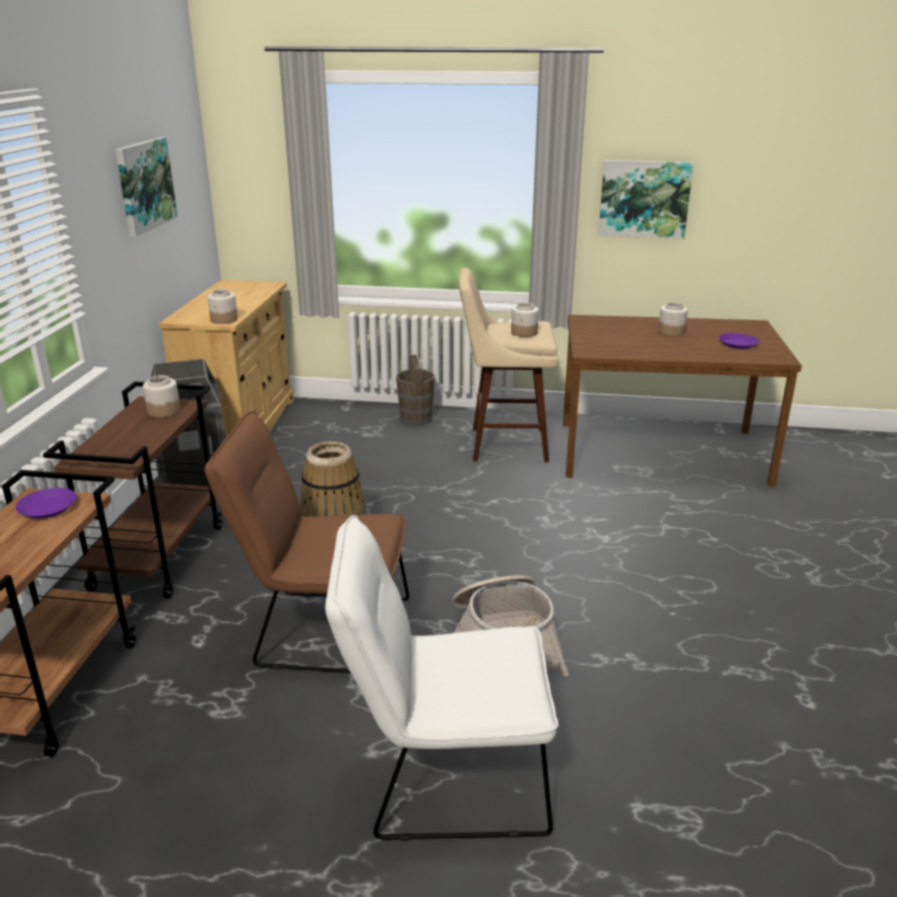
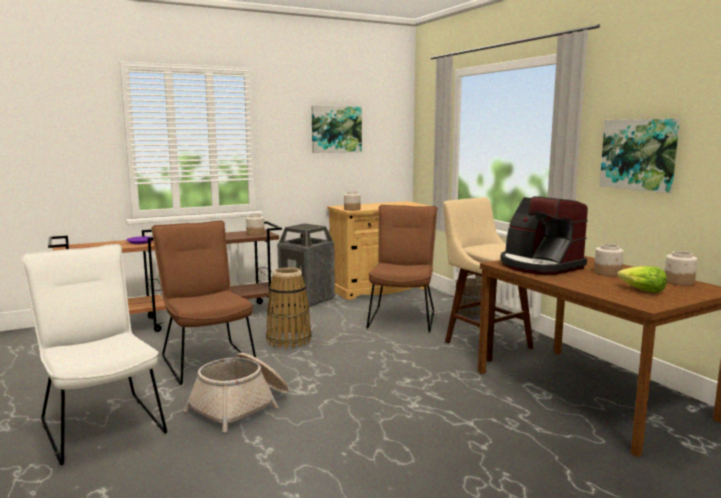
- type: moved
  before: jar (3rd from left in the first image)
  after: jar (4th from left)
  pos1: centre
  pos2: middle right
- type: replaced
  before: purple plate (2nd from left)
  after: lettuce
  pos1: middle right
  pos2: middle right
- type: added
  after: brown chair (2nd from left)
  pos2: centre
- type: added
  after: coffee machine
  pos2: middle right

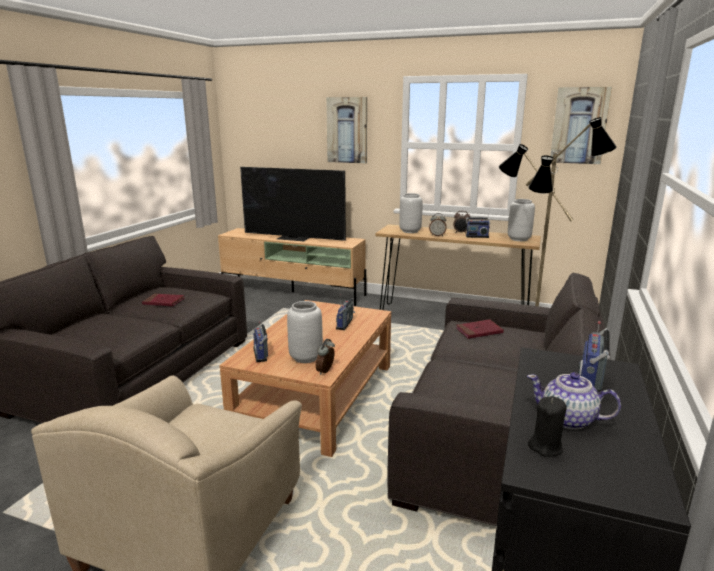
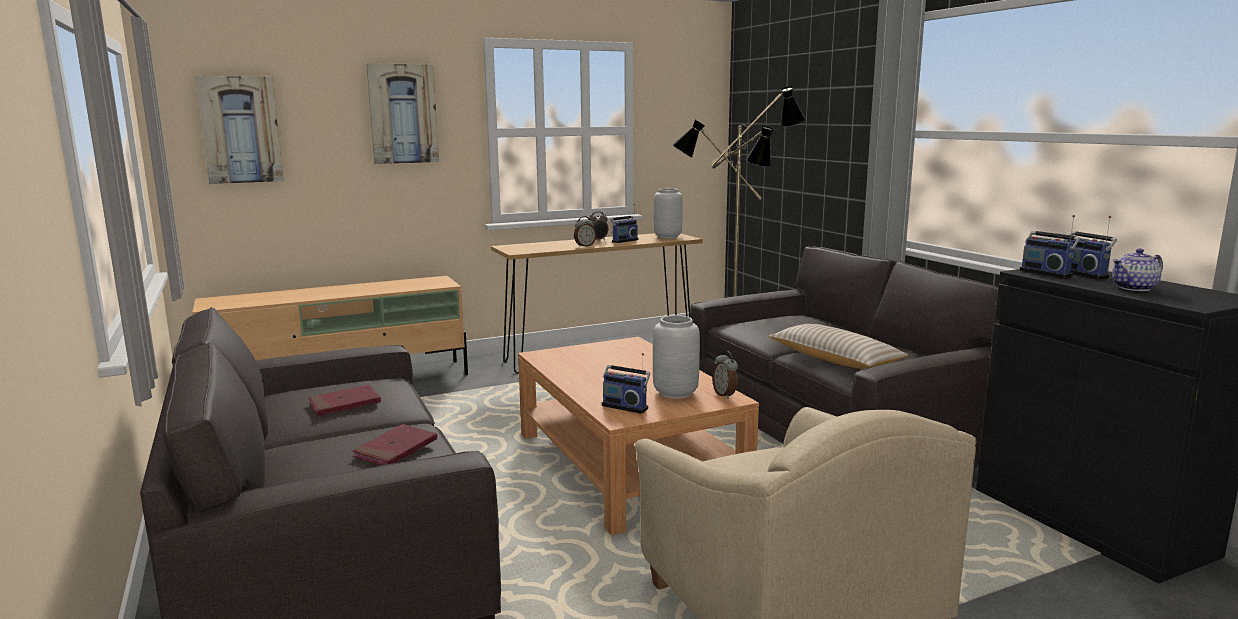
- type: removed
  before: television
  pos1: centre
- type: moved
  before: radio (2nd from left in the first image)
  after: radio (3rd from left)
  pos1: centre
  pos2: middle right
- type: removed
  before: grey vase (2nd from left)
  pos1: centre
- type: moved
  before: red book (2nd from left)
  pos1: middle right
  pos2: bottom left
- type: removed
  before: black candle
  pos1: bottom right
- type: moved
  before: picture (2nd from left in the first image)
  after: picture (1st from left)
  pos1: top right
  pos2: top left
- type: added
  after: beige pillow
  pos2: middle right

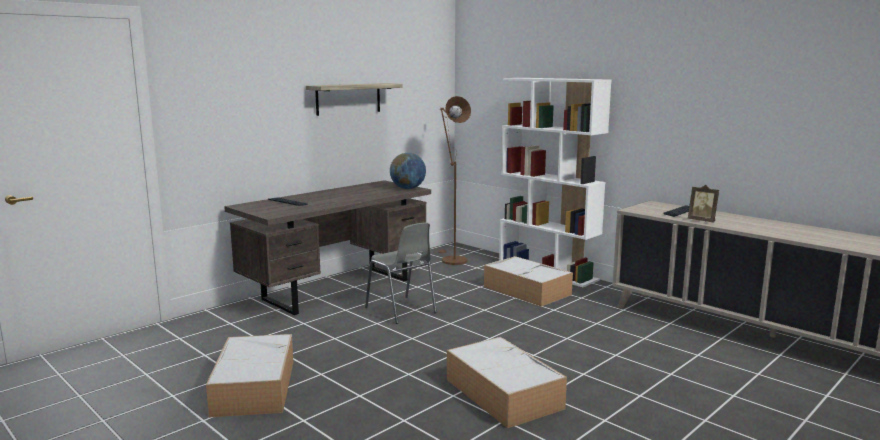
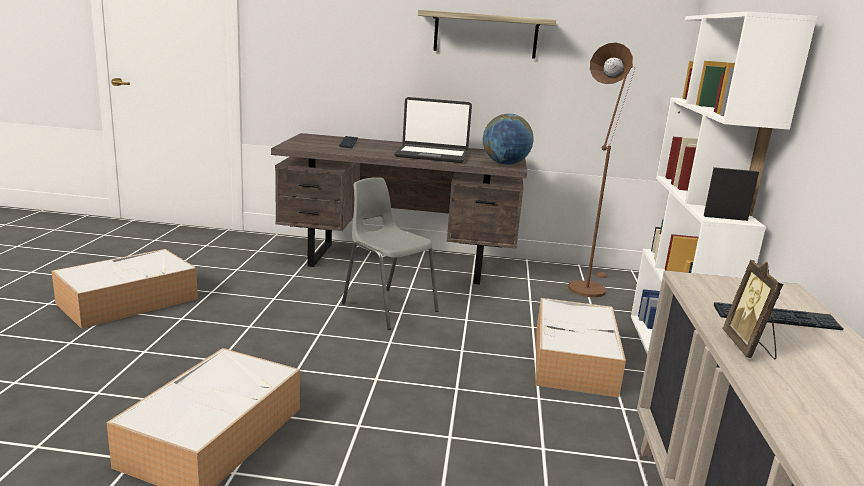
- type: turned
  before: grey chair
  pos1: centre
  pos2: centre
  turn: 120
- type: added
  after: laptop
  pos2: top centre

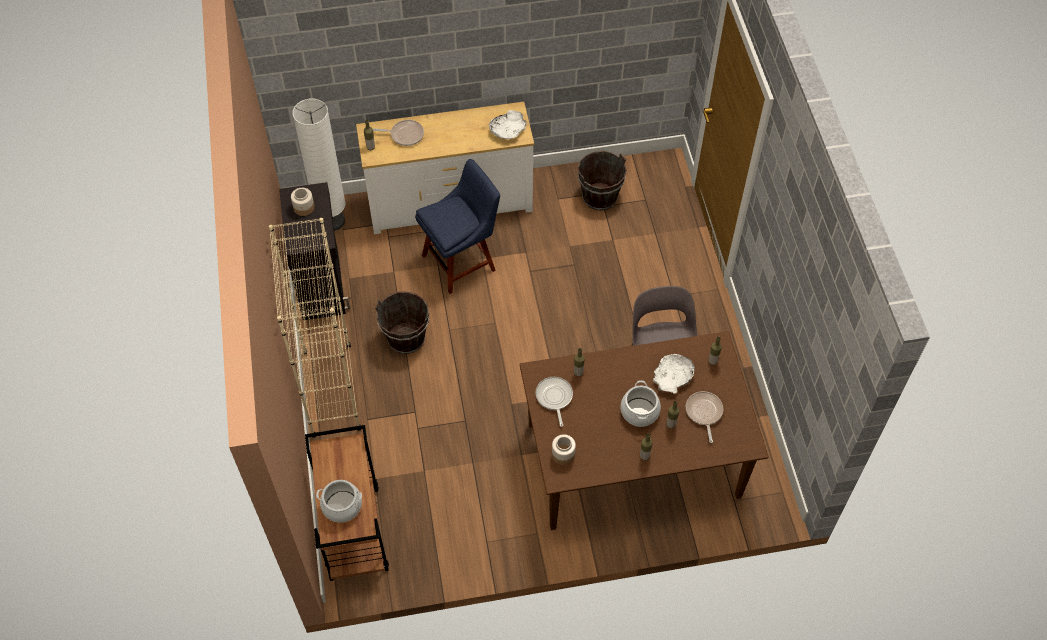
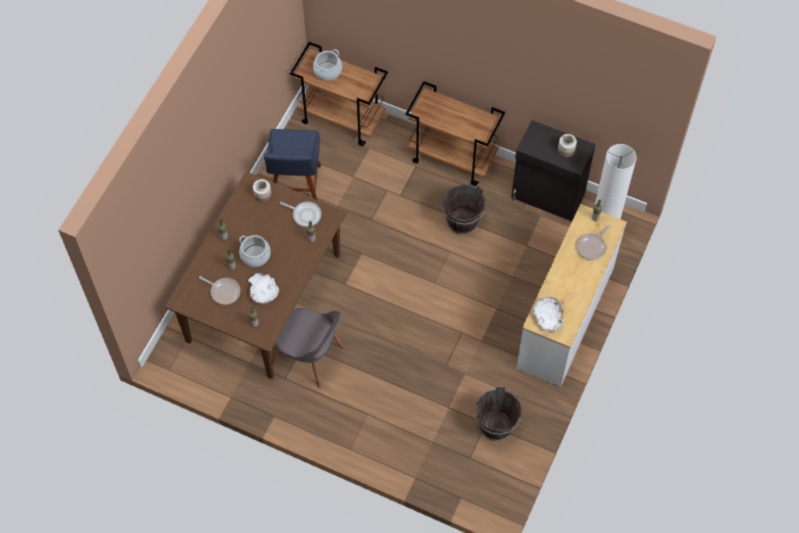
- type: replaced
  before: beige bookcase
  after: brown cart (2nd from left)
  pos1: middle left
  pos2: top centre
- type: moved
  before: blue chair
  pos1: centre
  pos2: top centre

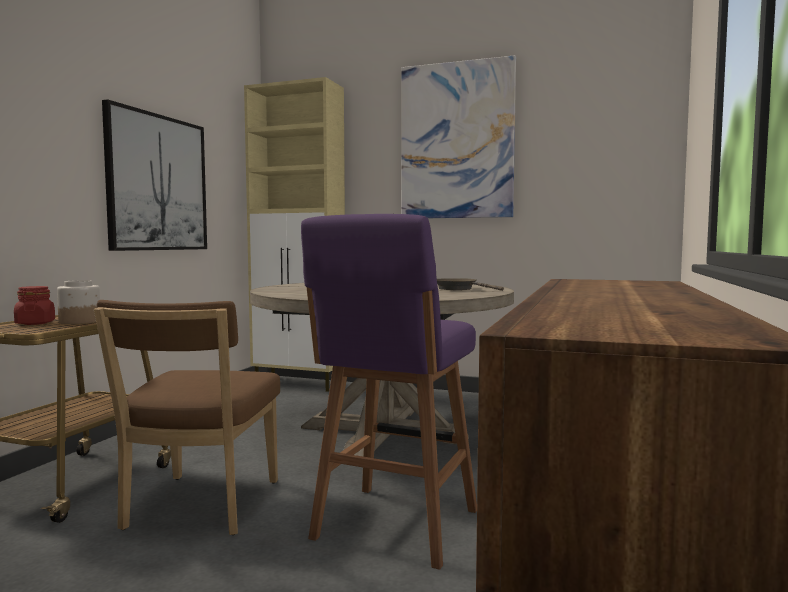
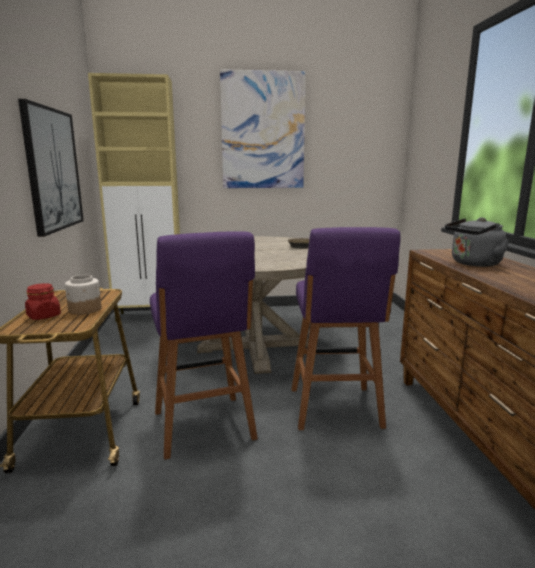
- type: replaced
  before: brown chair
  after: purple stool (1st from left)
  pos1: bottom left
  pos2: centre
- type: added
  after: grey kettle
  pos2: middle right

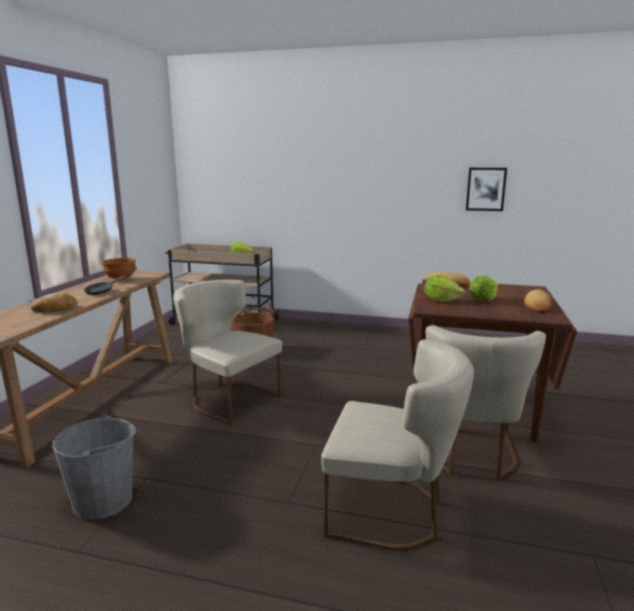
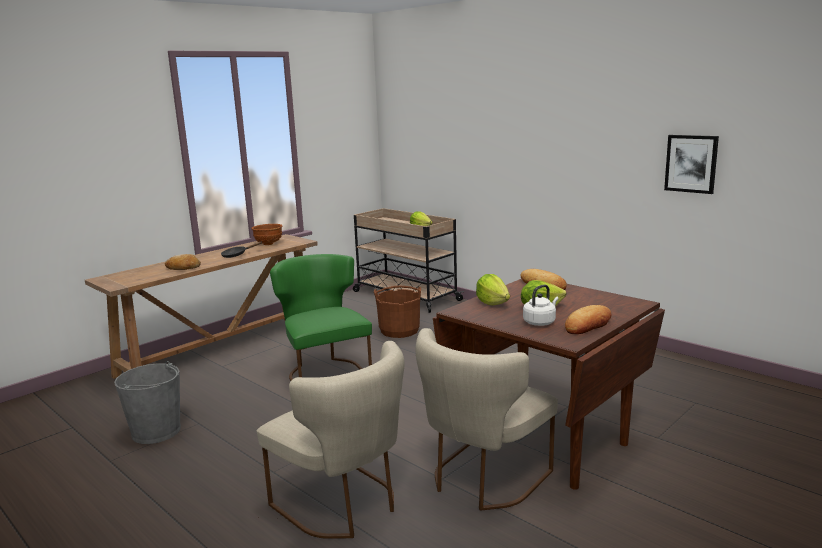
- type: recoloured
  before: beige chair (1st from left)
  after: green chair
  pos1: centre
  pos2: centre
- type: added
  after: white kettle
  pos2: centre

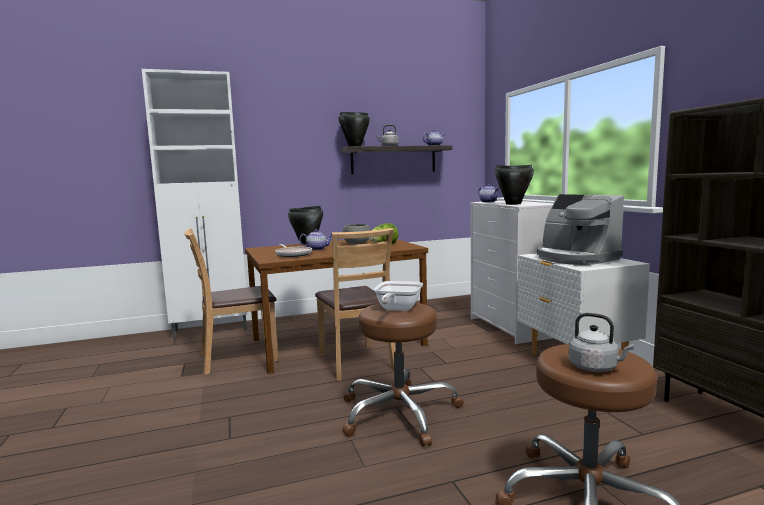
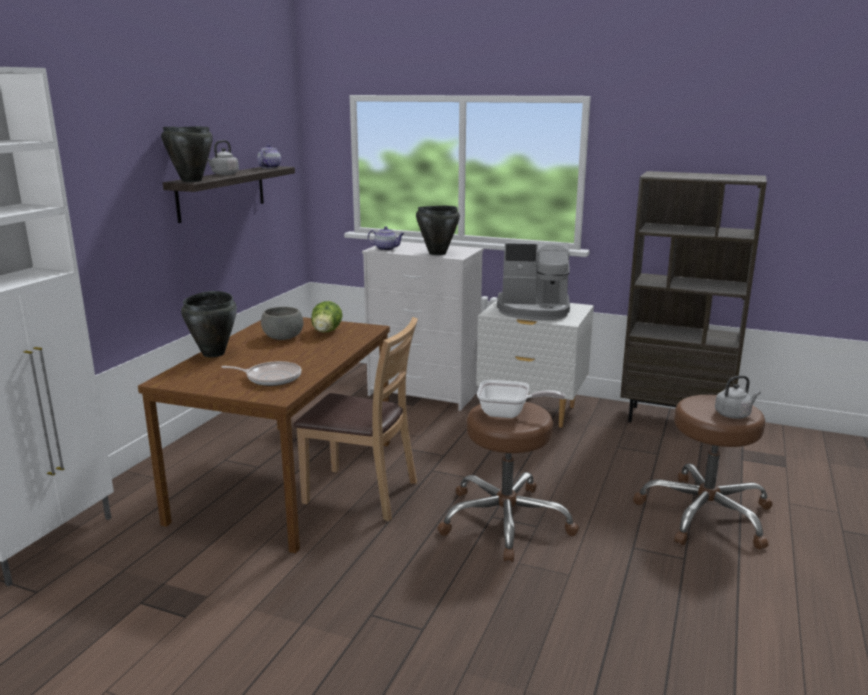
- type: removed
  before: brown chair (1st from left)
  pos1: middle left
- type: removed
  before: teapot (1st from left)
  pos1: centre
- type: turned
  before: frying pan (2nd from left)
  pos1: centre
  pos2: centre
  turn: -45

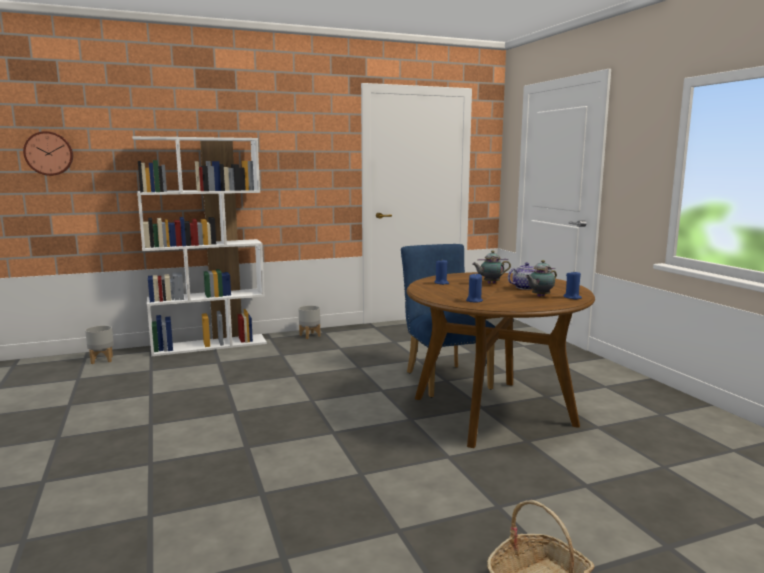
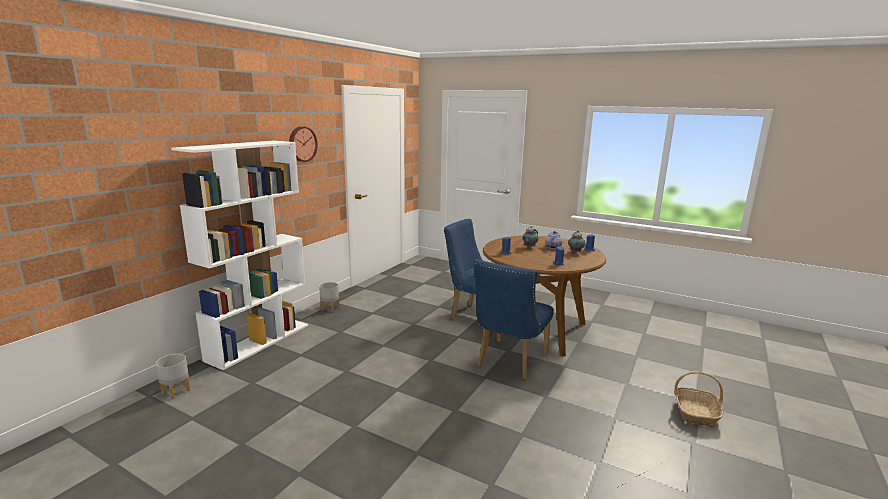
- type: moved
  before: wall clock
  pos1: top left
  pos2: top centre
- type: added
  after: blue chair (2nd from left)
  pos2: centre

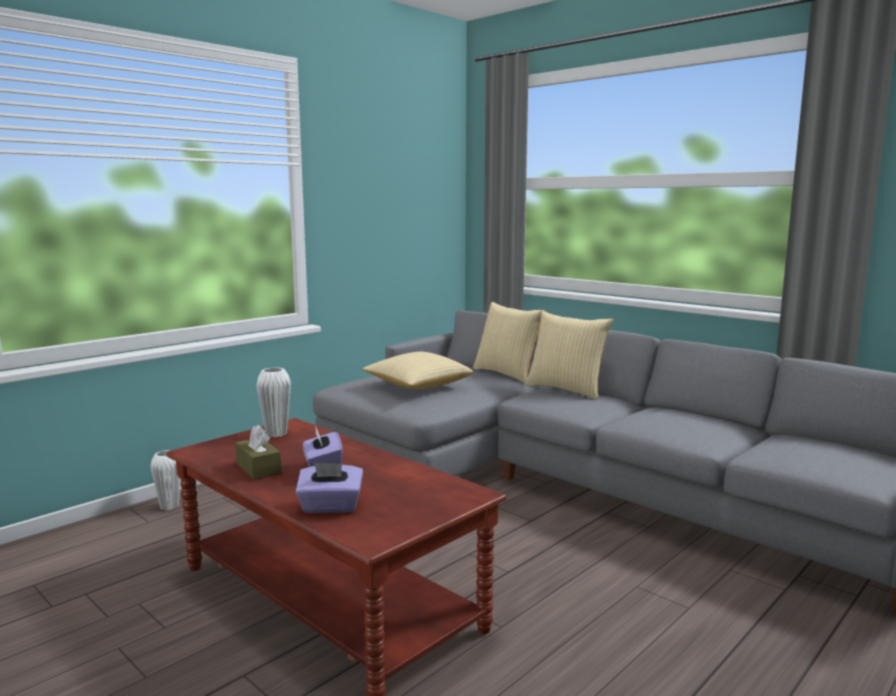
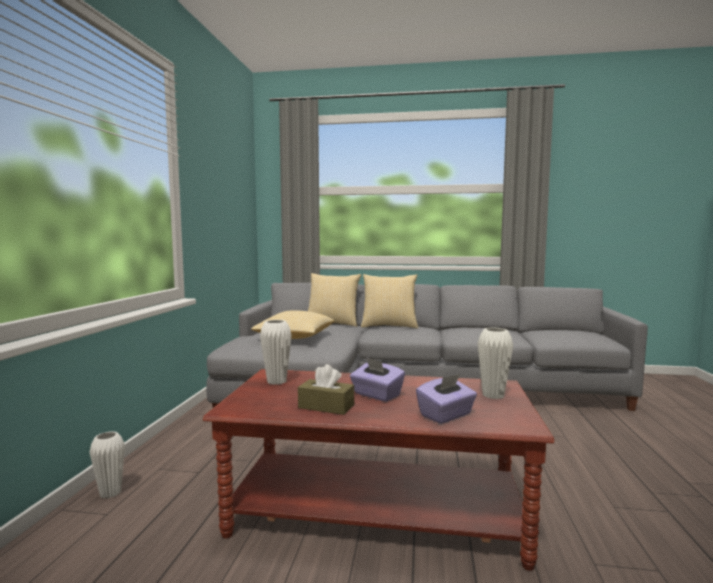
- type: added
  after: white vase (3rd from left)
  pos2: middle right

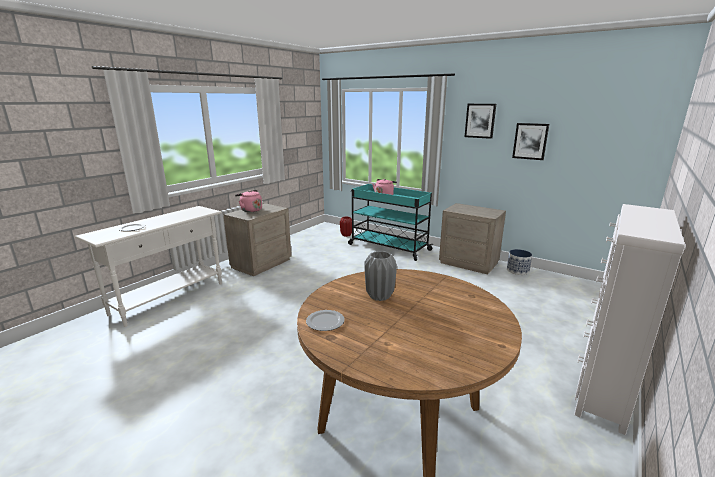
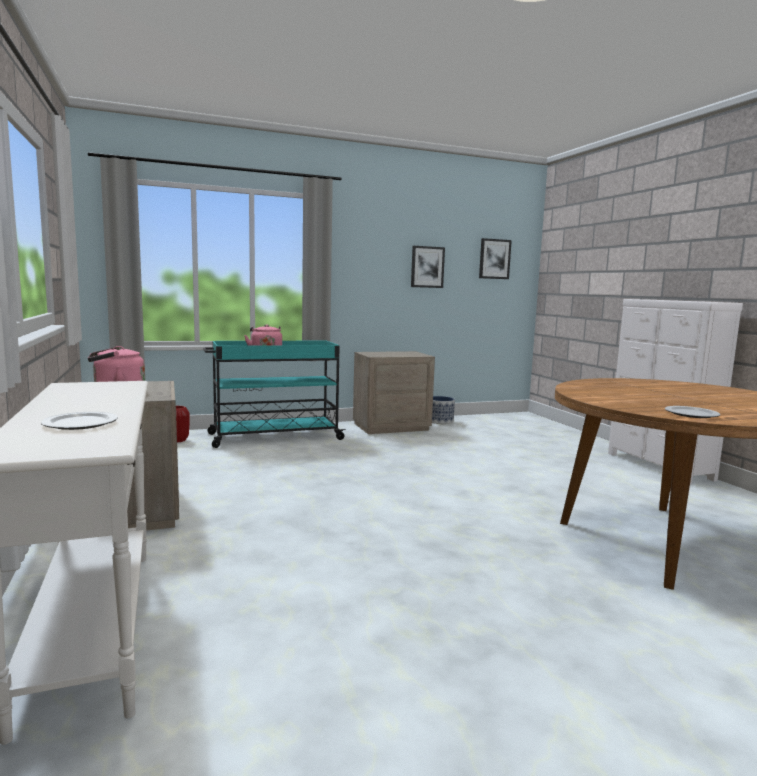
- type: removed
  before: grey vase
  pos1: centre
- type: moved
  before: picture (1st from left in the first image)
  after: picture (2nd from left)
  pos1: top right
  pos2: top centre

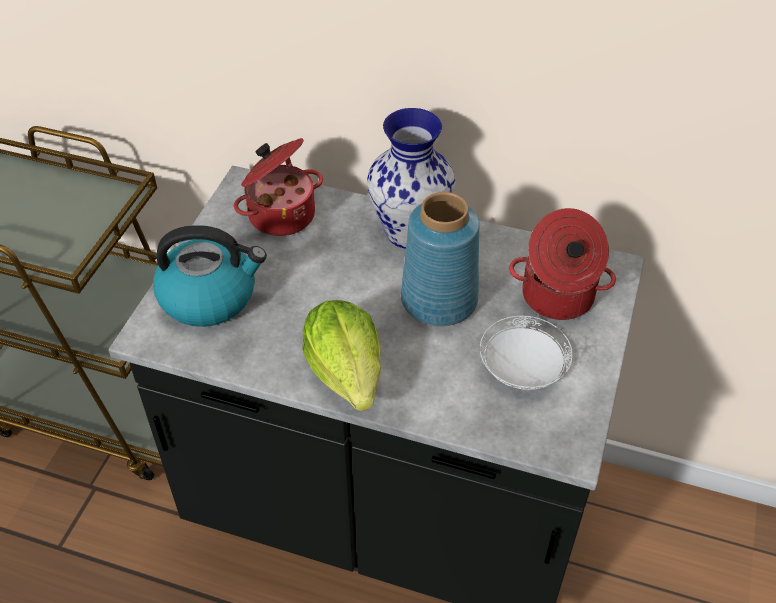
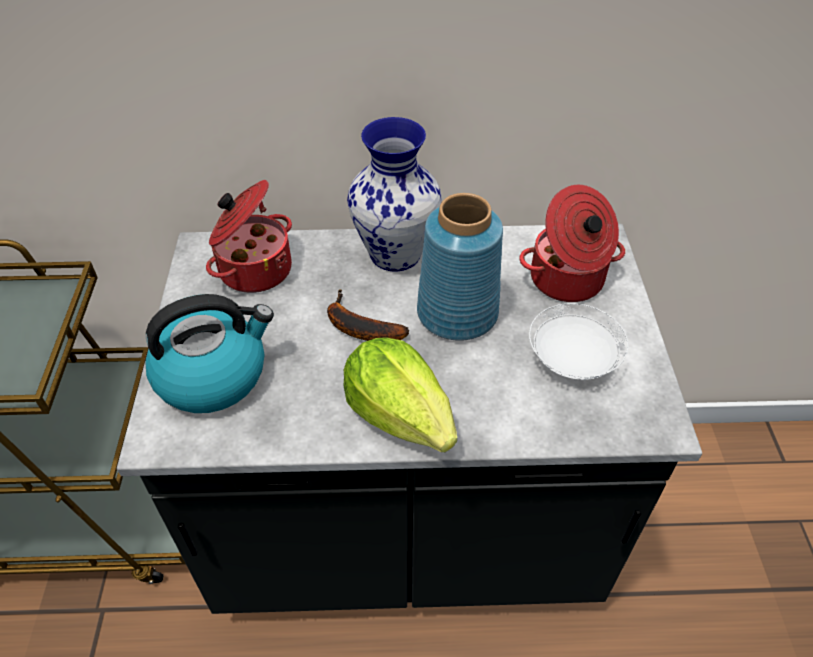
- type: added
  after: banana
  pos2: centre

